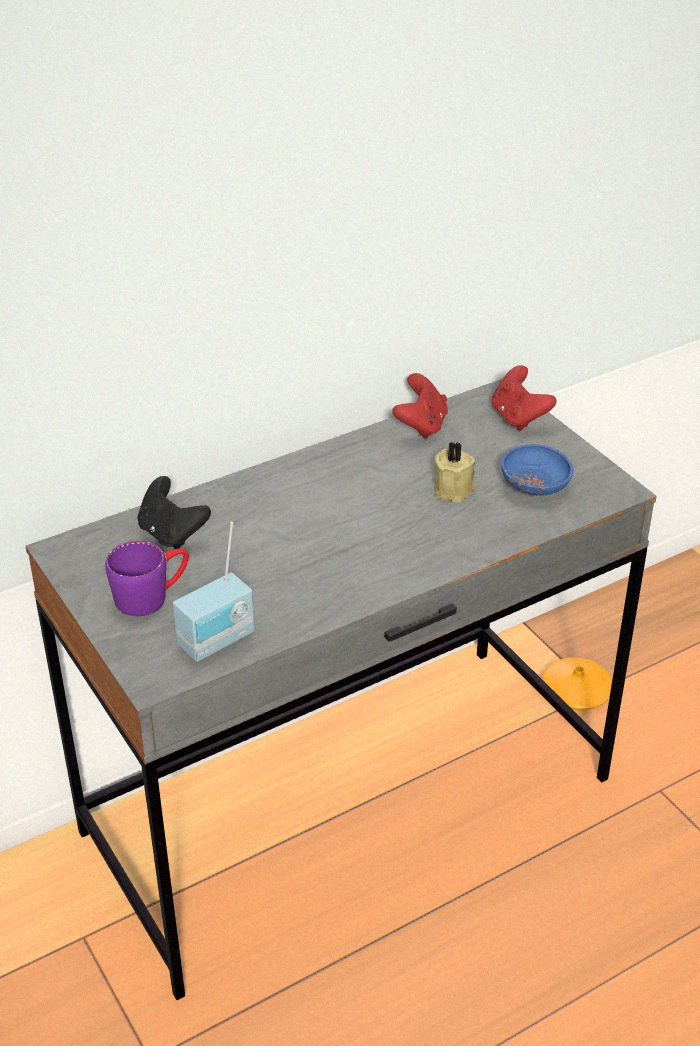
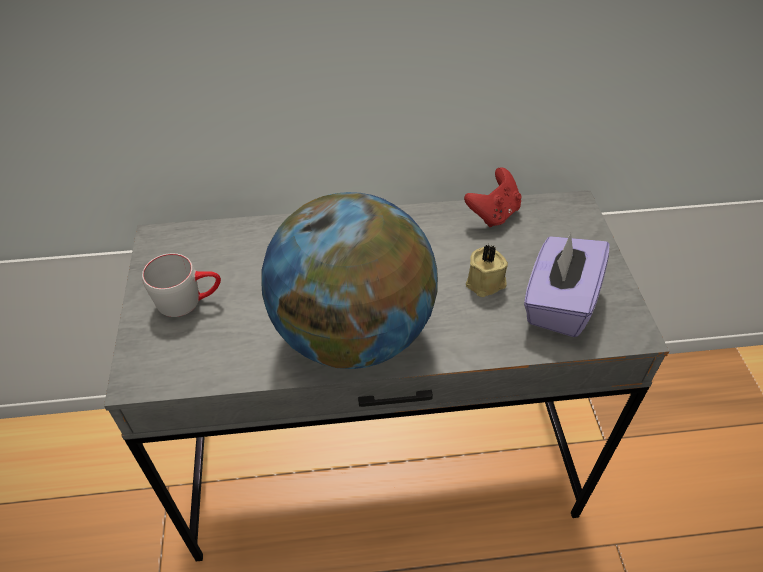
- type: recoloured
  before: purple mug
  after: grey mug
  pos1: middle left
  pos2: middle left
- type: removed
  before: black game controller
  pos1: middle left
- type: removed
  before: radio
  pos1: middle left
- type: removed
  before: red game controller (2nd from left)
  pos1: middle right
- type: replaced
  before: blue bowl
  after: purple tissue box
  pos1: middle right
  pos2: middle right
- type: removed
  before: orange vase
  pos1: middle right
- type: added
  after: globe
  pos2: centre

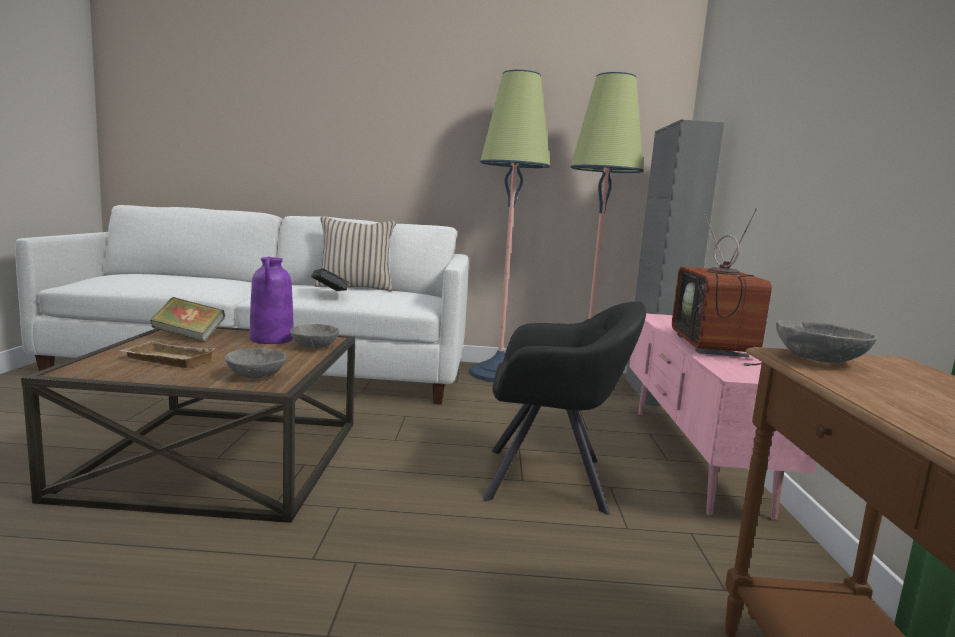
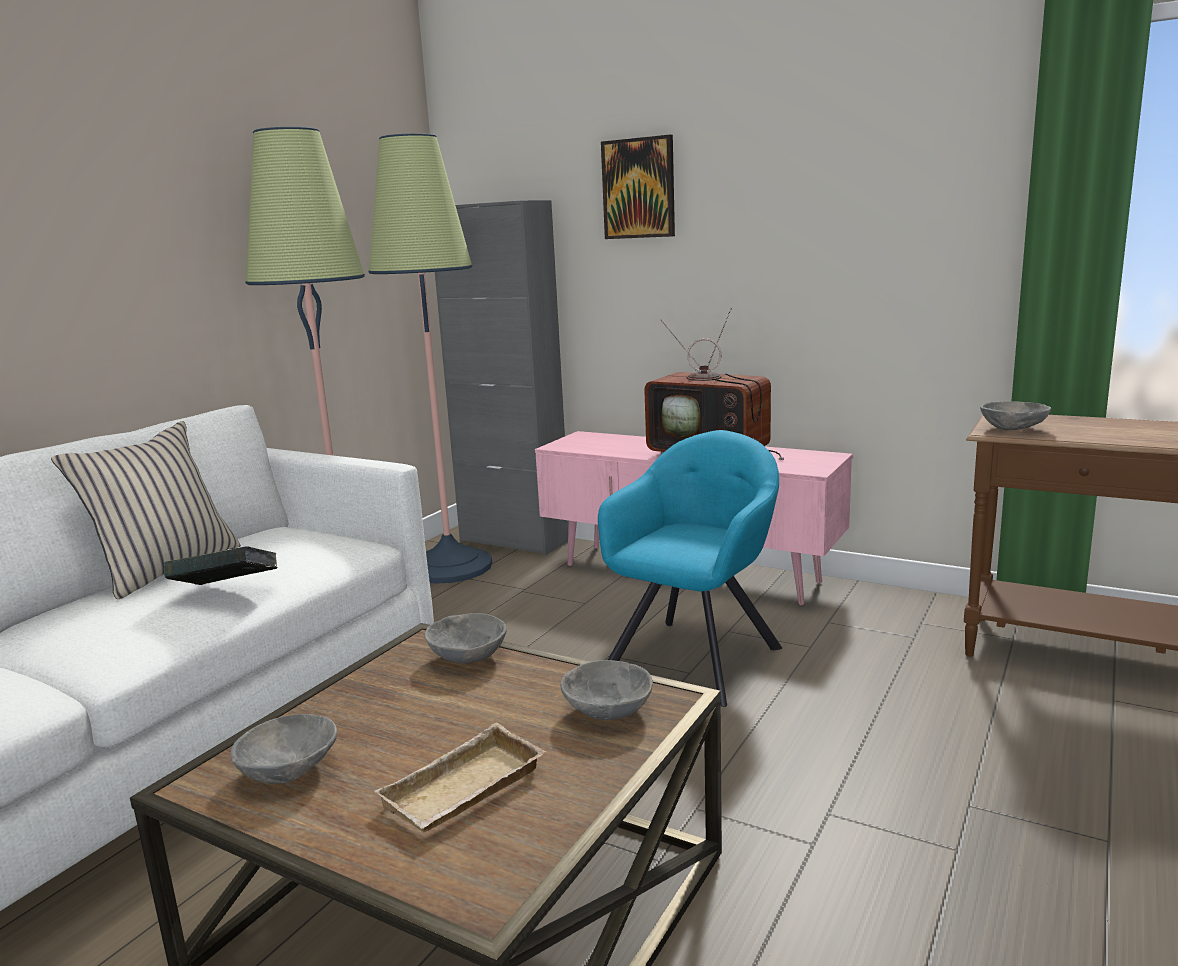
- type: replaced
  before: book (1st from left)
  after: grey bowl (1st from left)
  pos1: middle left
  pos2: bottom left
- type: removed
  before: purple vase
  pos1: middle left
- type: recoloured
  before: black armchair
  after: turquoise armchair
  pos1: centre
  pos2: centre
- type: added
  after: picture
  pos2: top centre

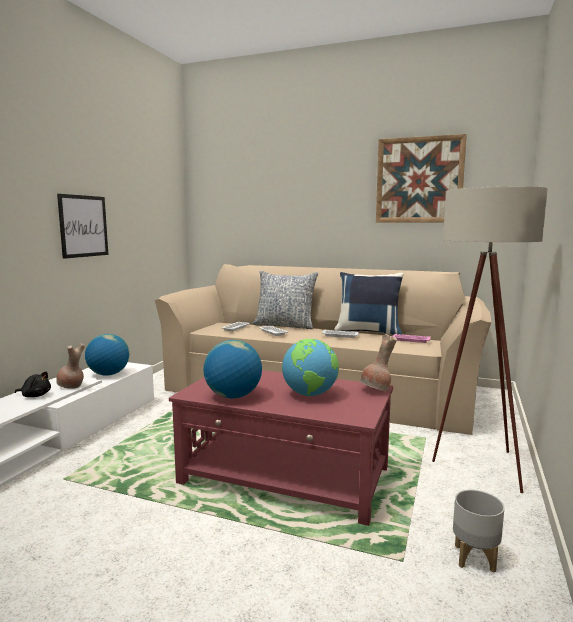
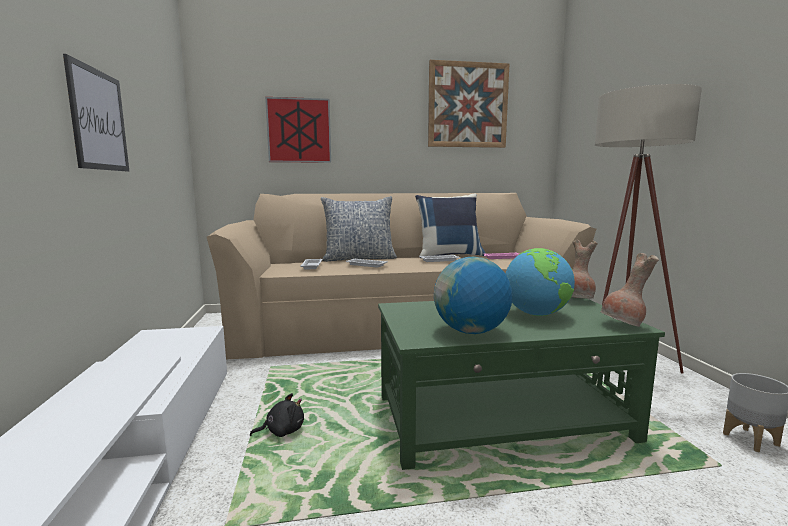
- type: moved
  before: black plush toy
  pos1: middle left
  pos2: bottom centre
- type: moved
  before: brown vase (1st from left in the first image)
  after: brown vase (2nd from left)
  pos1: middle left
  pos2: middle right
- type: removed
  before: globe (1st from left)
  pos1: middle left
- type: recoloured
  before: red coffee table
  after: green coffee table
  pos1: bottom centre
  pos2: bottom centre
- type: added
  after: picture (2nd from left)
  pos2: top centre

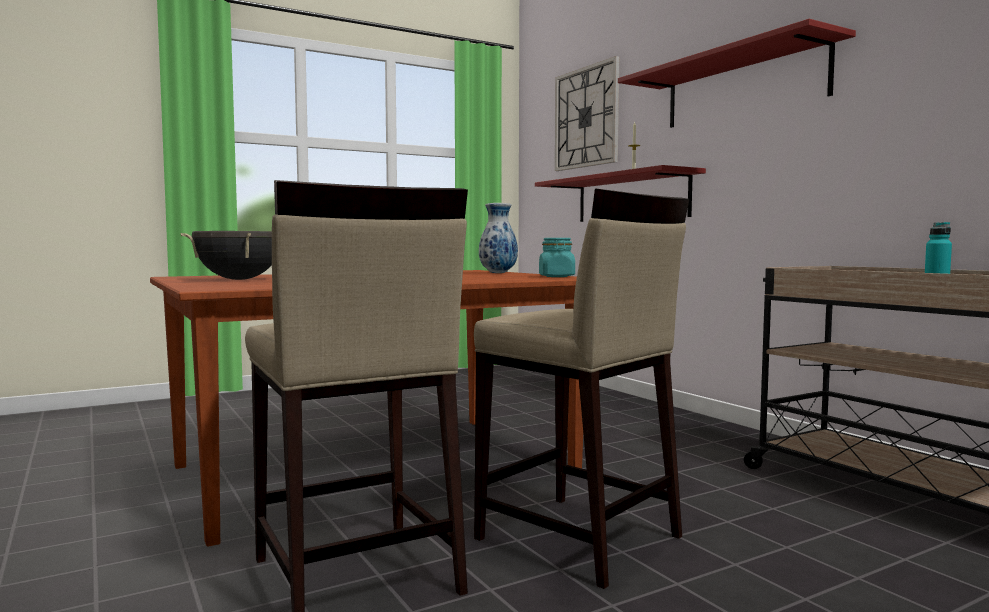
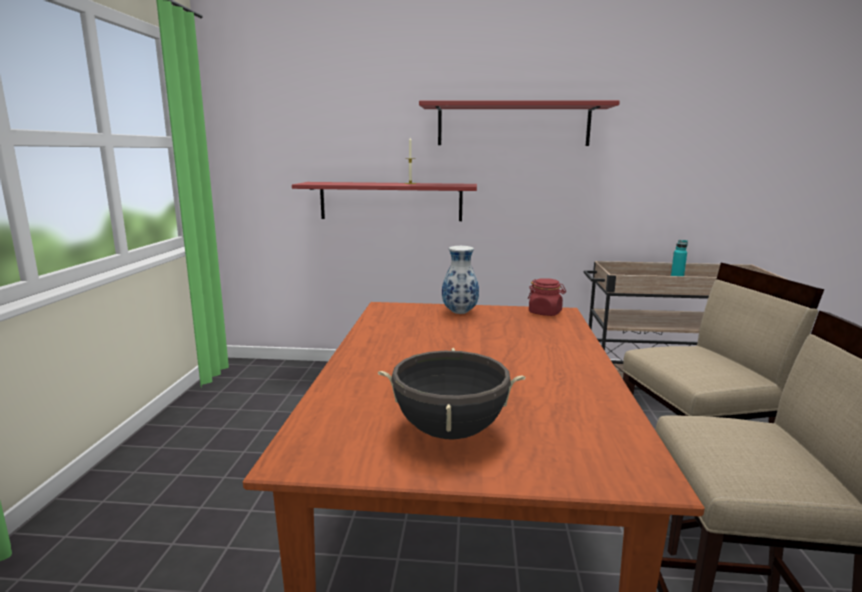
- type: recoloured
  before: turquoise jar
  after: red jar
  pos1: centre
  pos2: centre
- type: removed
  before: wall clock
  pos1: top centre

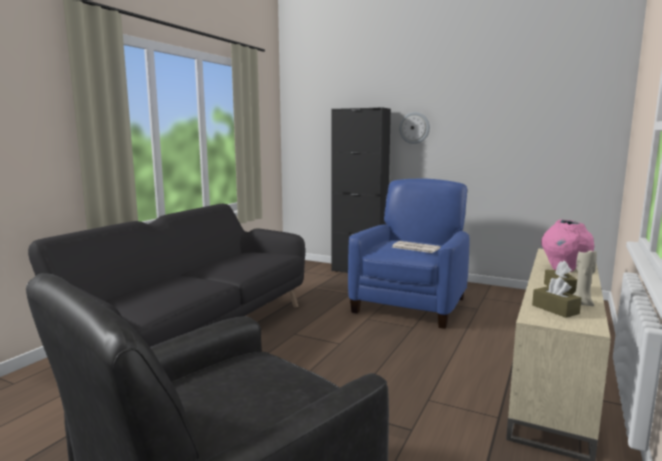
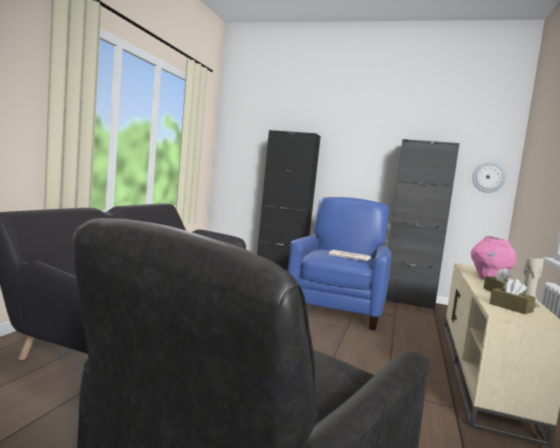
- type: moved
  before: wall clock
  pos1: top centre
  pos2: middle right
- type: added
  after: black cabinet (2nd from left)
  pos2: middle right

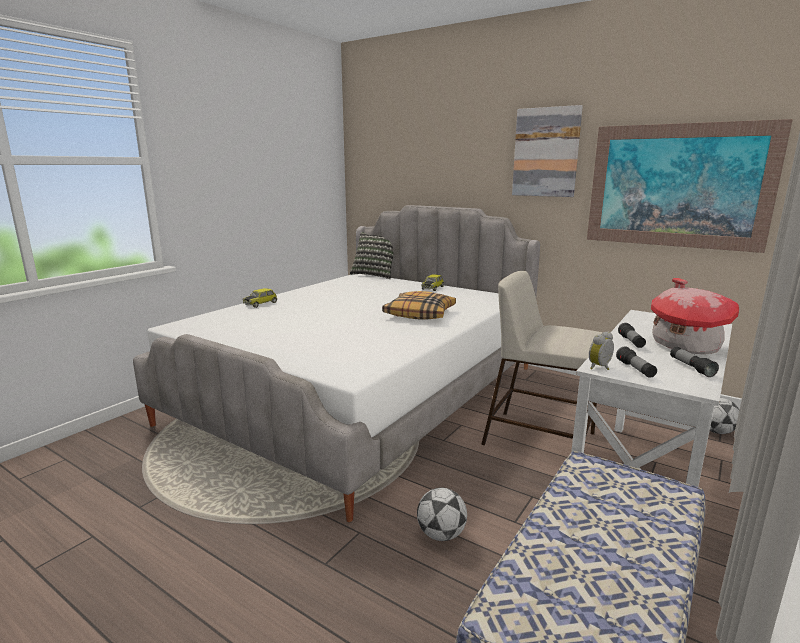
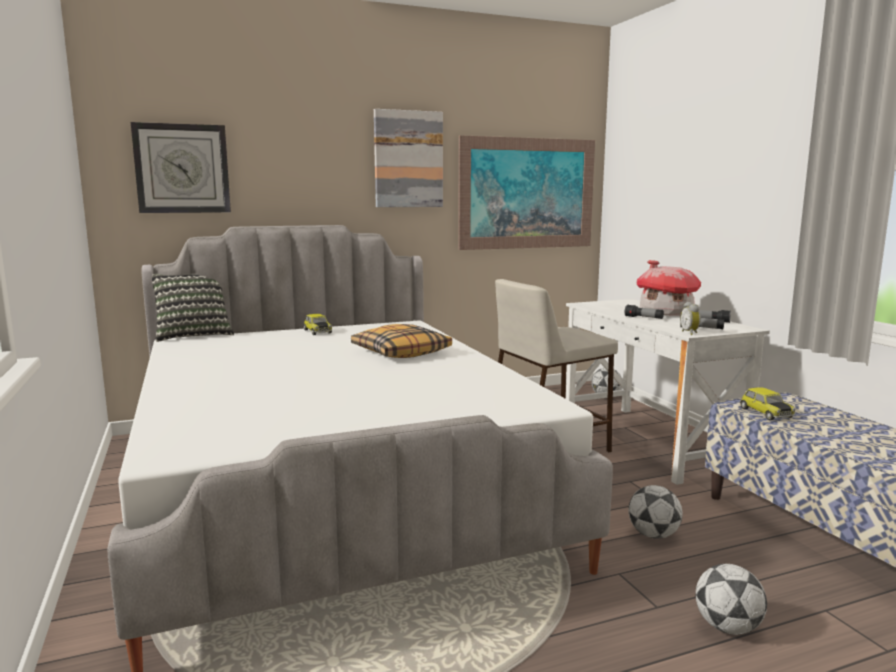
- type: moved
  before: toy car (1st from left in the first image)
  after: toy car (2nd from left)
  pos1: middle left
  pos2: middle right
- type: added
  after: wall clock
  pos2: top left
- type: added
  after: football (3rd from left)
  pos2: bottom right

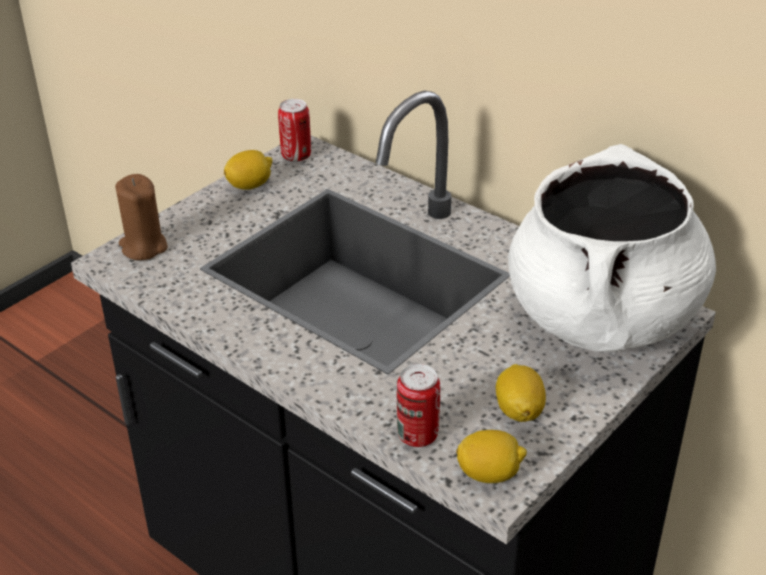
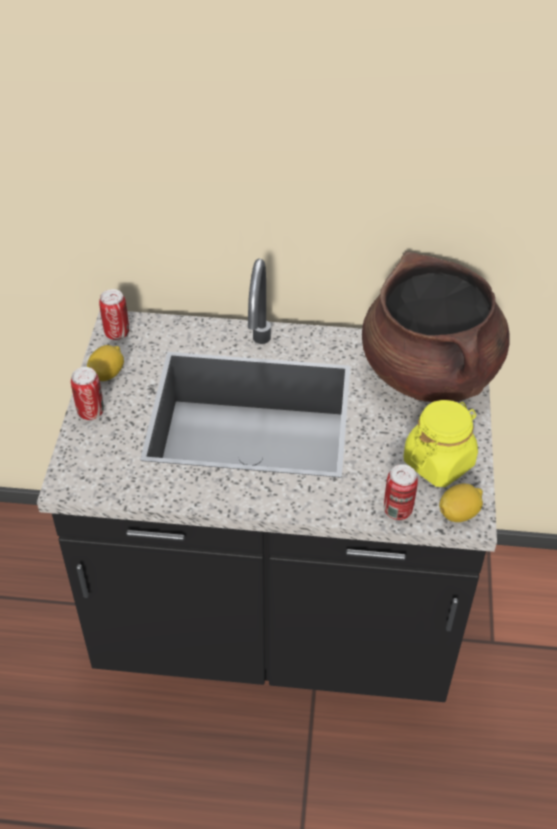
- type: removed
  before: brown candle
  pos1: middle left
- type: replaced
  before: lemon (3rd from left)
  after: yellow jar
  pos1: bottom right
  pos2: middle right
- type: recoloured
  before: white cooking pot
  after: brown cooking pot
  pos1: middle right
  pos2: middle right
- type: added
  after: can (1st from left)
  pos2: middle left

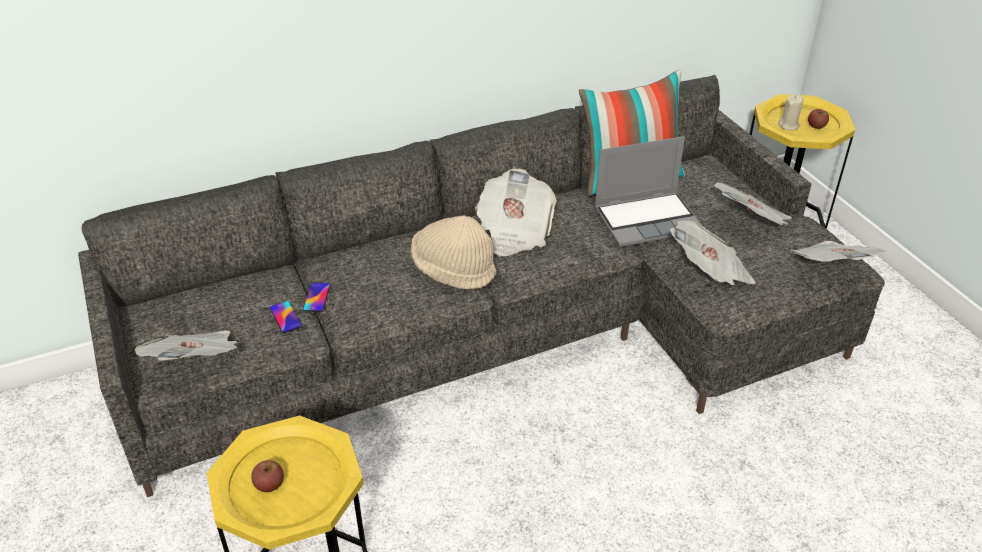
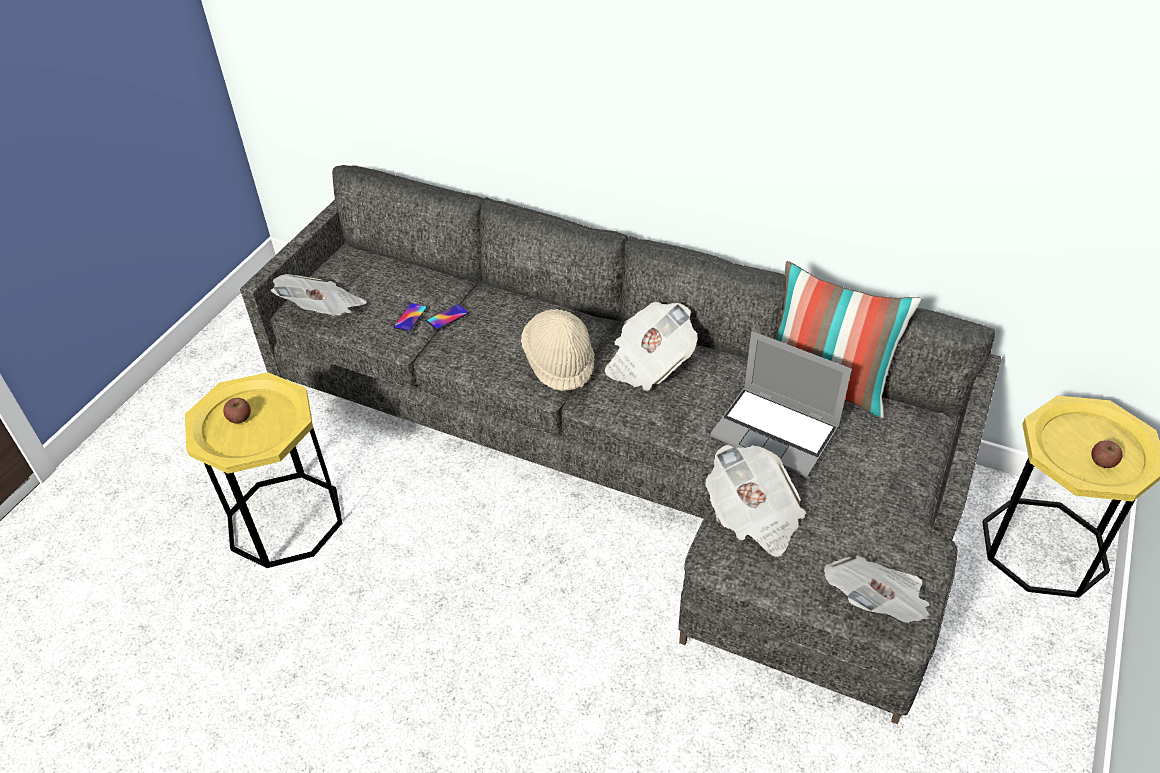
- type: removed
  before: newspaper (4th from left)
  pos1: middle right
- type: removed
  before: beige candle
  pos1: top right

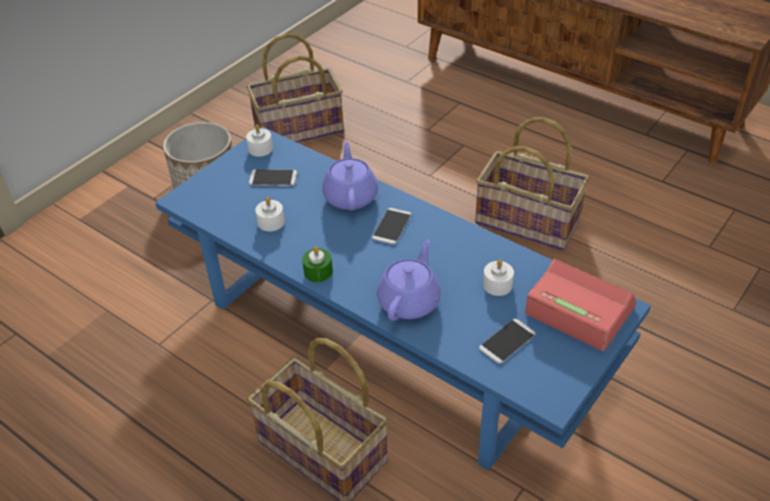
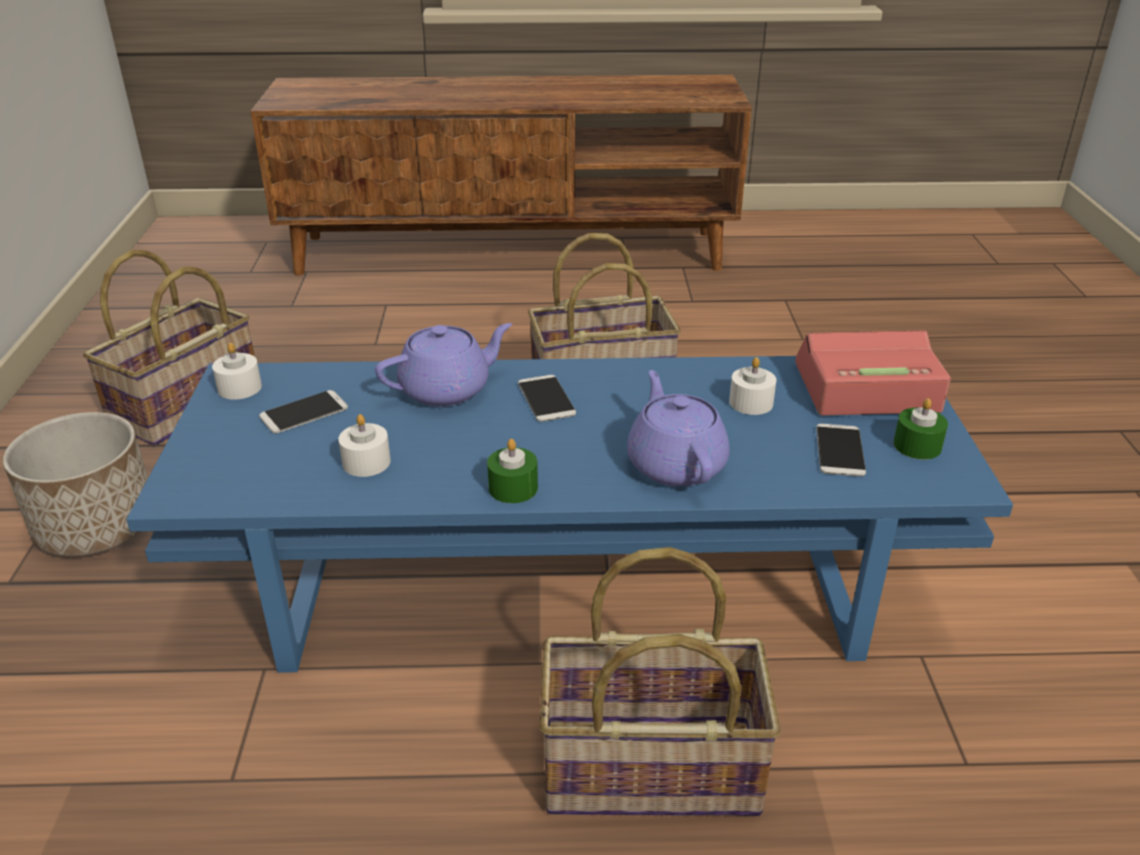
- type: turned
  before: purple teapot (1st from left)
  pos1: centre
  pos2: centre
  turn: 105
- type: added
  after: green candle (2nd from left)
  pos2: middle right

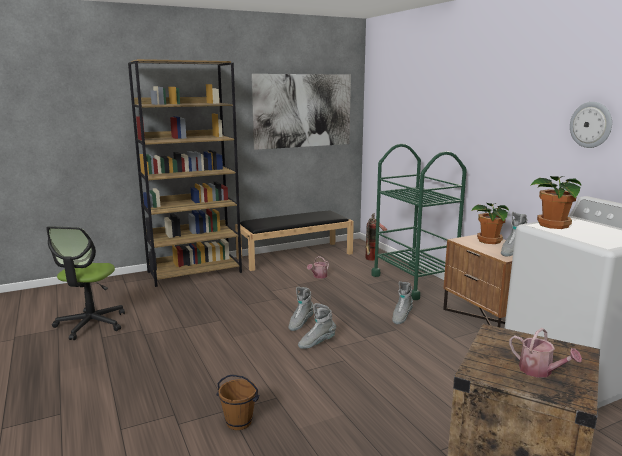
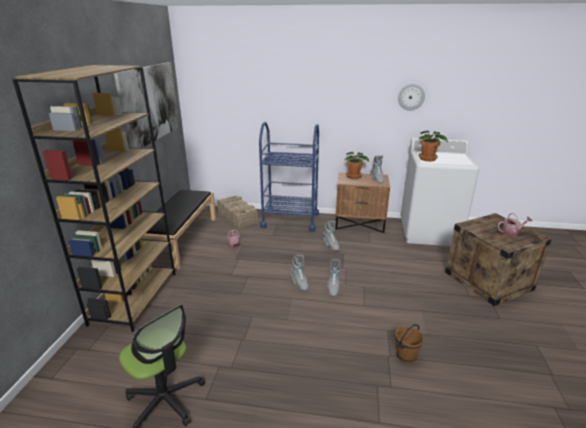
- type: replaced
  before: fire extinguisher
  after: crate (1st from left)
  pos1: centre
  pos2: centre
- type: recoloured
  before: green cart
  after: blue cart
  pos1: middle right
  pos2: centre

